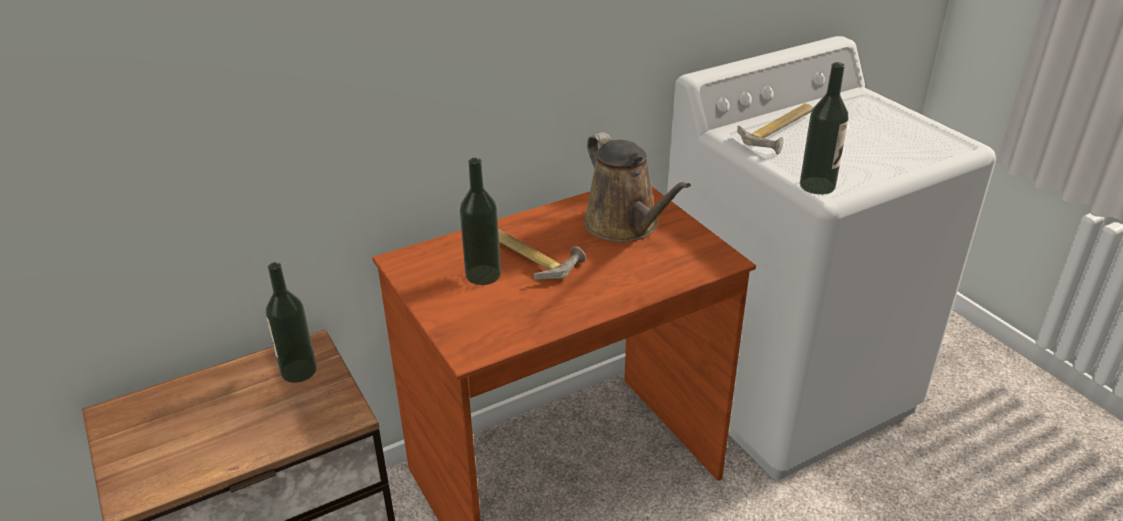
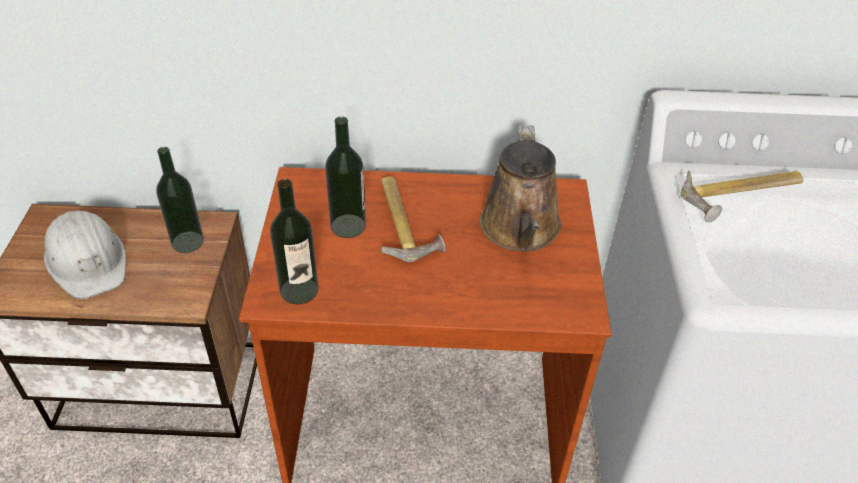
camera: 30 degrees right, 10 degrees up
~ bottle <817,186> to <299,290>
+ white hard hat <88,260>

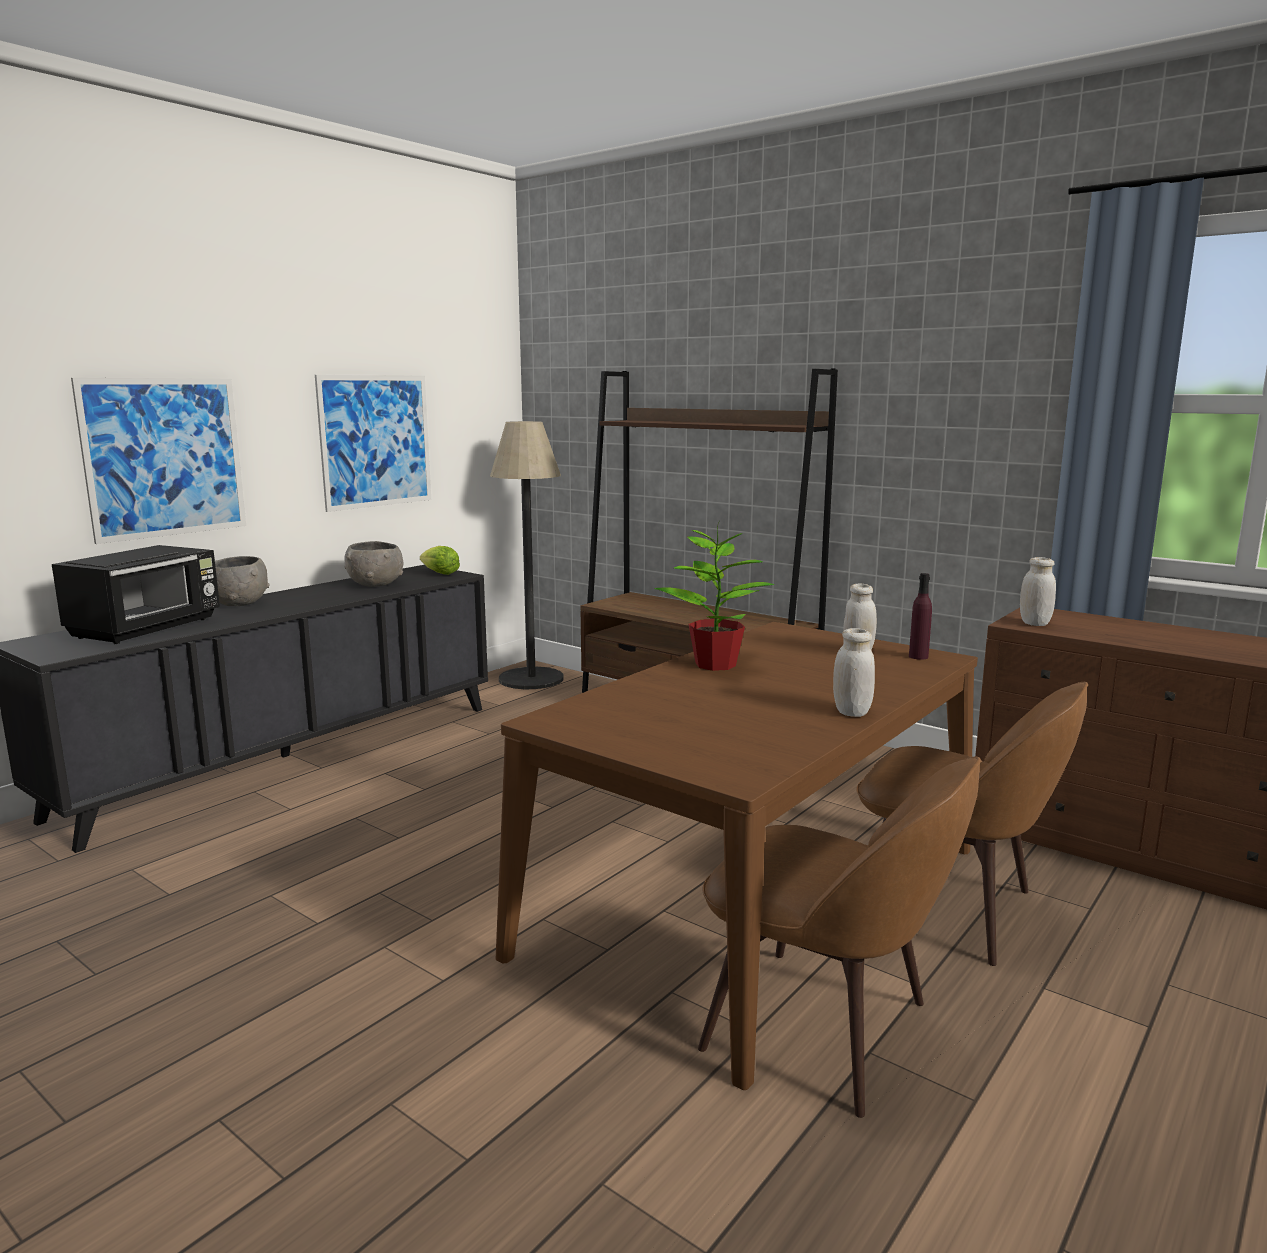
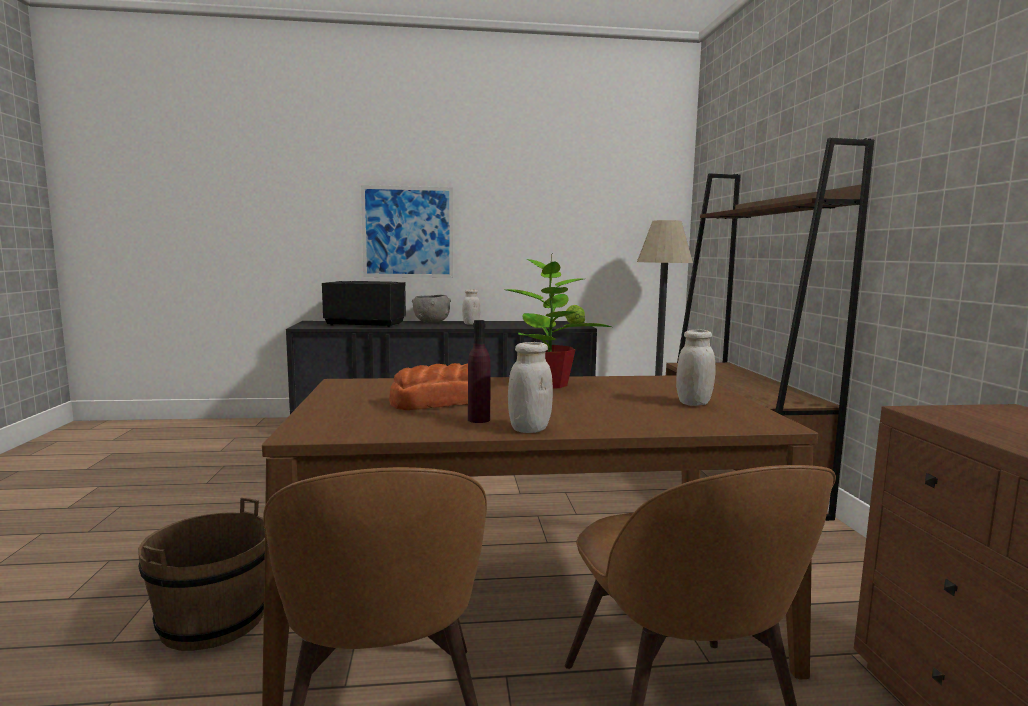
camera: 45 degrees right, 5 degrees down
- wall art <376,441>
- greyish serving bowl <375,584>
~ blackish microwave <148,628> = <365,324> 150 degrees counterclockwise
~ white preserve jar <1034,623> to <471,324>
~ purplish bottle <918,656> to <479,420>
+ bread <437,402>
+ brown-coloured bucket <212,620>

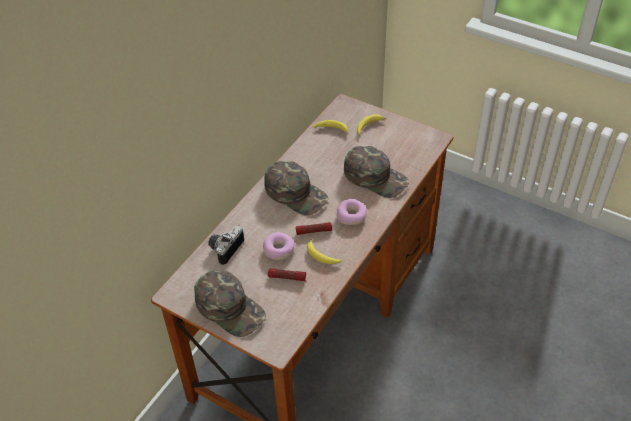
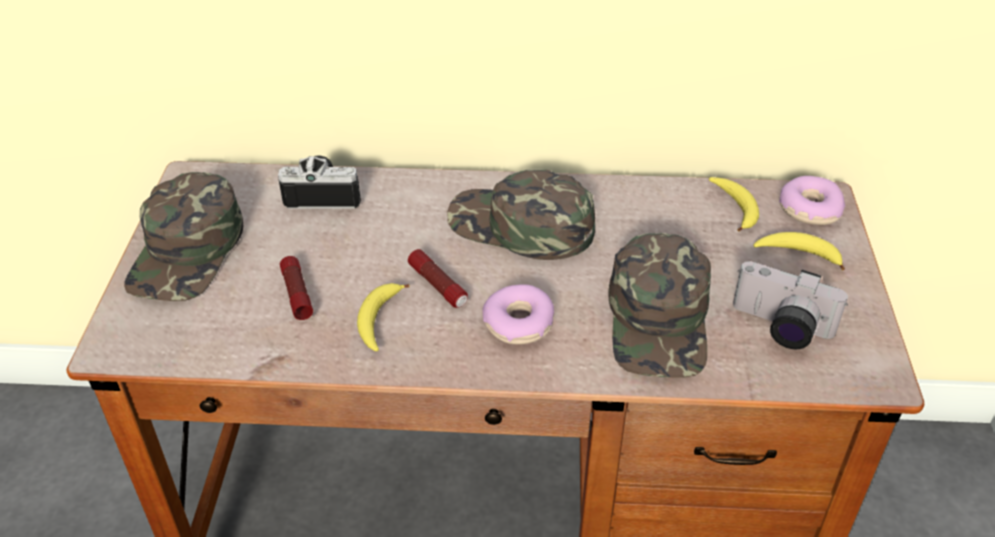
camera: 60 degrees right, 5 degrees down
~ greenish baseball cap <296,193> = <520,226> 105 degrees clockwise
~ ring doughnut <278,250> to <808,209>
+ still camera <779,328>

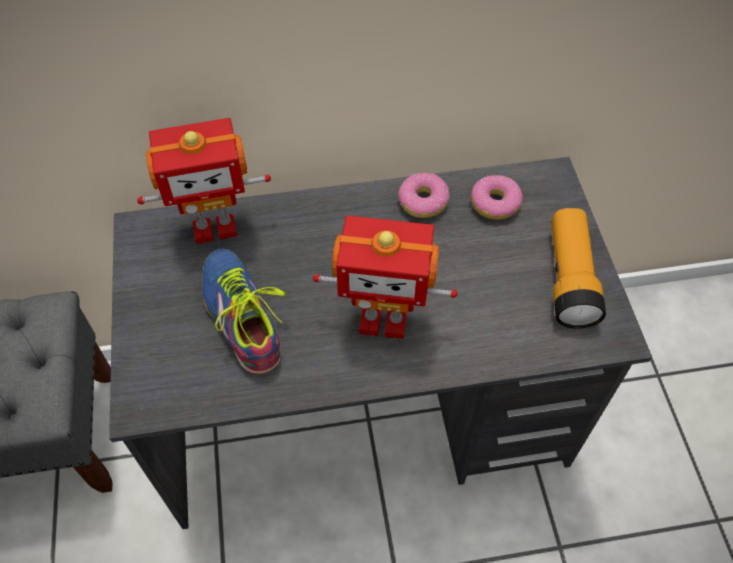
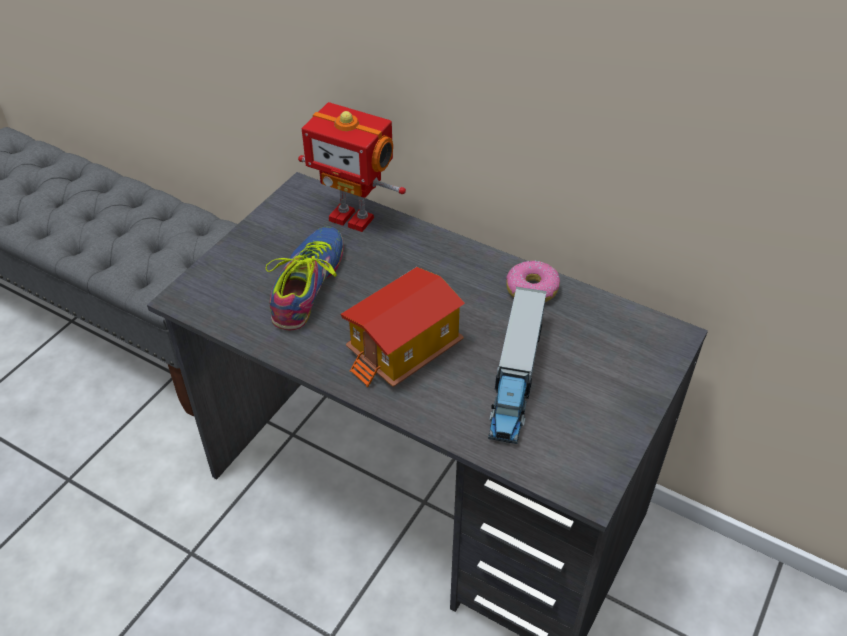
camera: 40 degrees right, 10 degrees down
- ring doughnut <495,204>
- flashlight <569,279>
~ robot figure <383,320> to miniature house <405,351>
+ model truck <515,377>

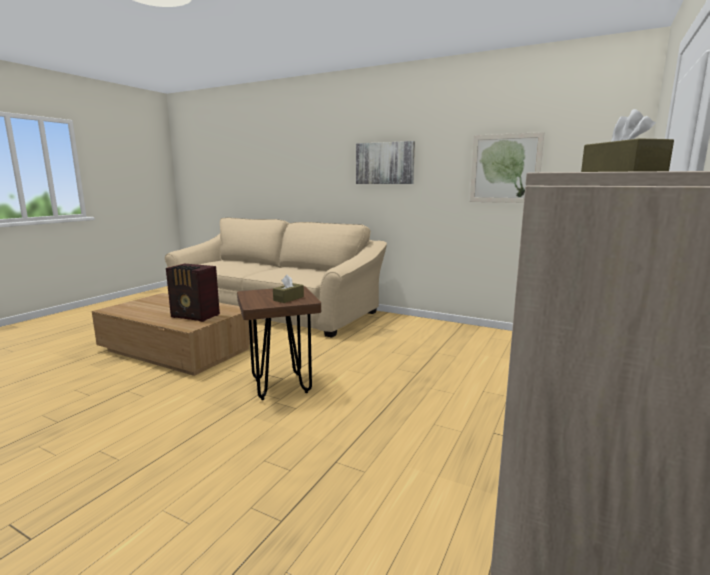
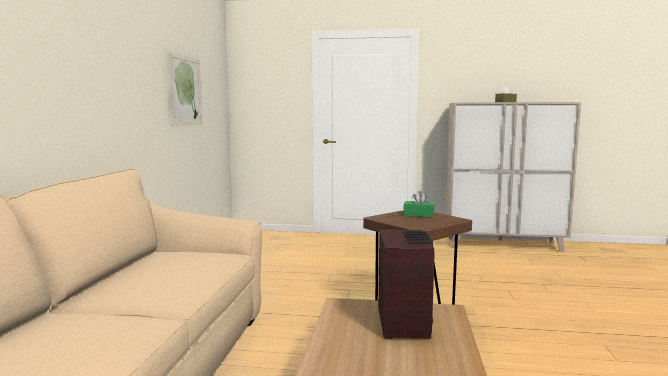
camera: 110 degrees left, 5 degrees down
- wall art <385,163>
~ brown-coloured box of tissues <288,298> to greenish box of tissues <418,215>

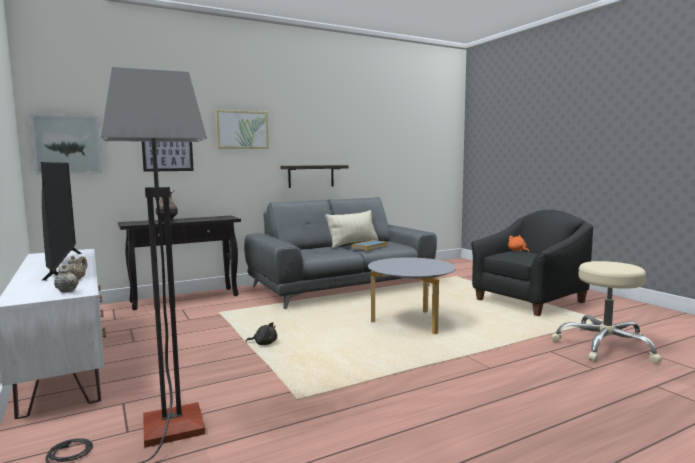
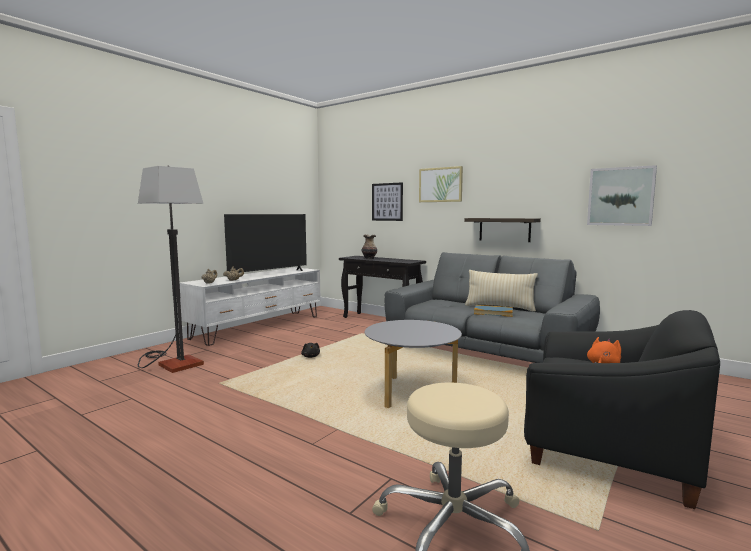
camera: 65 degrees right, 0 degrees up
~ wall art <67,144> to <620,196>

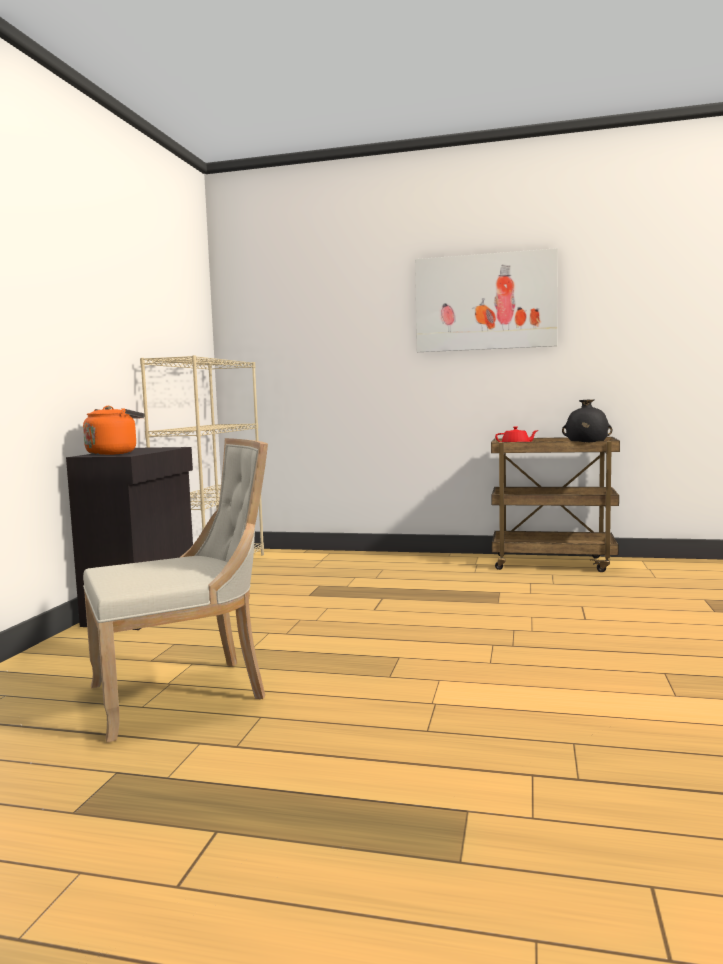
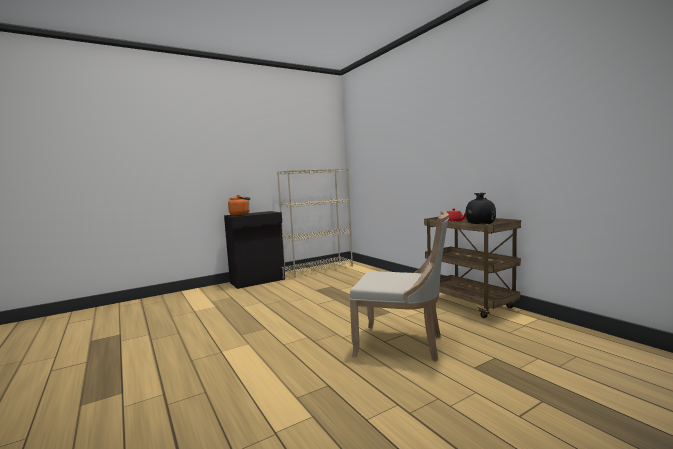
camera: 45 degrees right, 0 degrees up
- wall art <485,302>
~ beige chair <185,694> to <402,344>

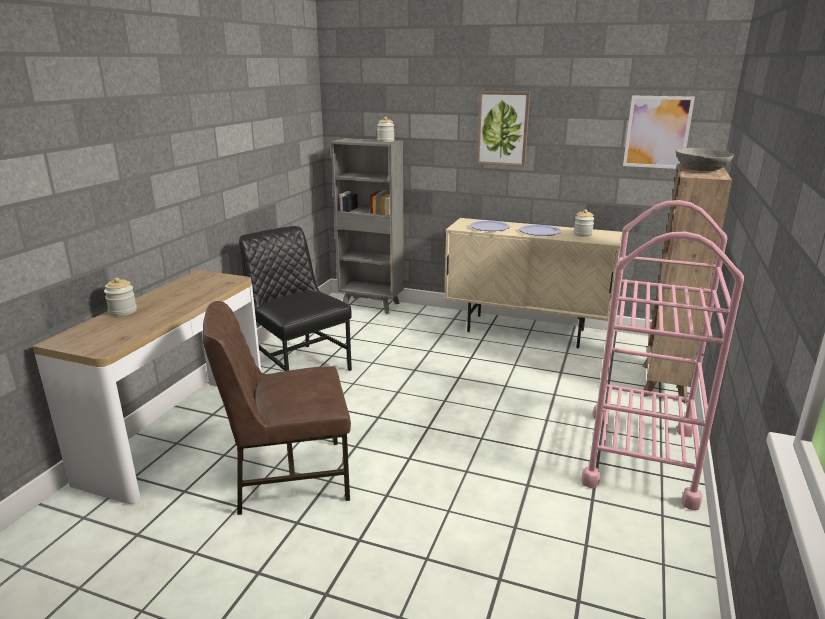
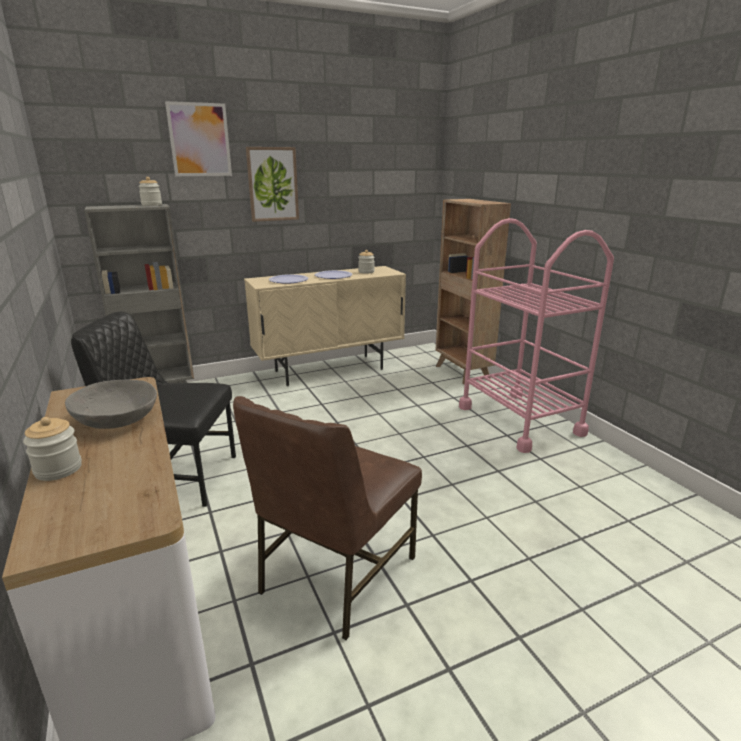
camera: 45 degrees left, 0 degrees up
~ wall art <657,132> to <199,140>
~ greyish serving bowl <701,169> to <116,420>

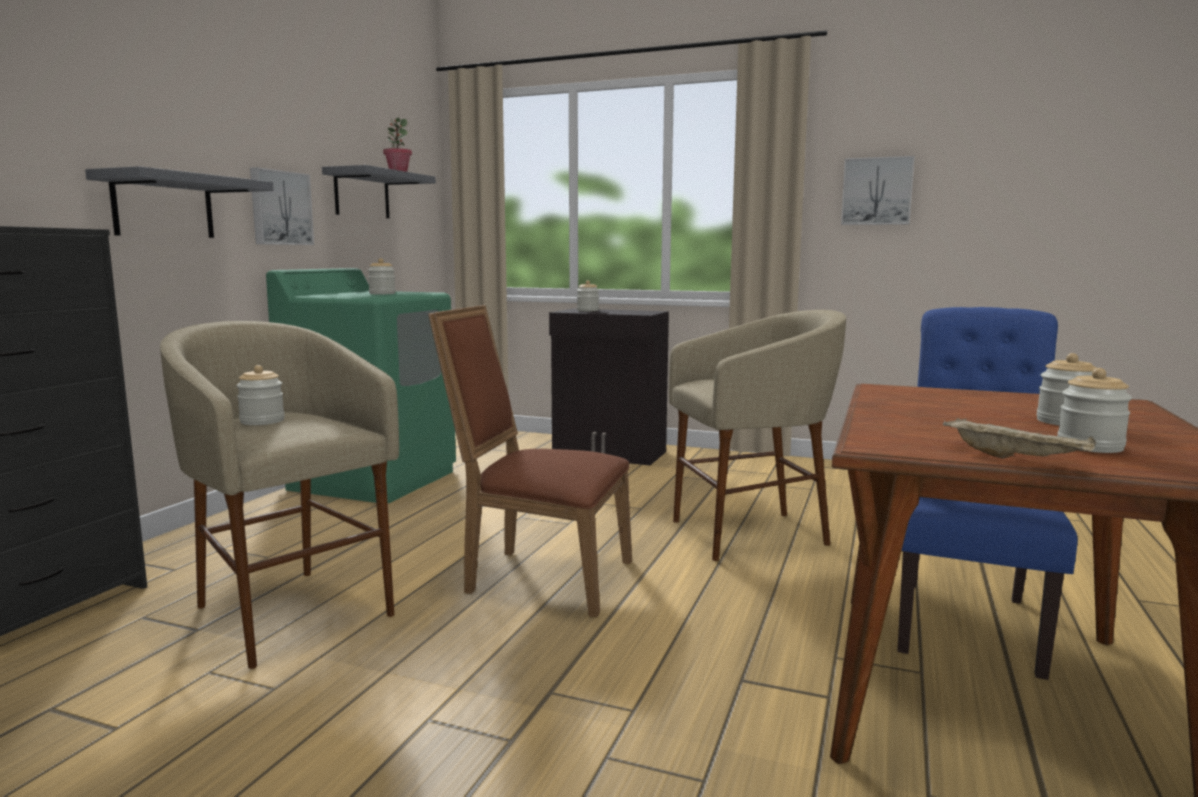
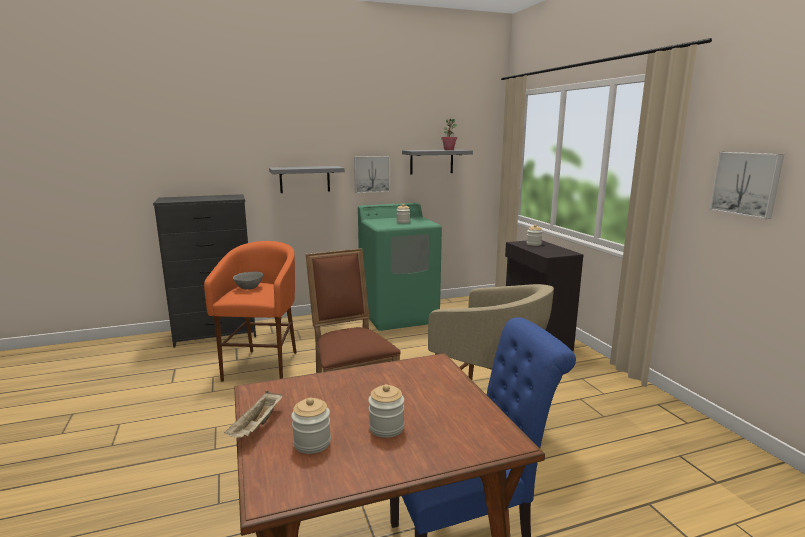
camera: 50 degrees right, 5 degrees up
~ beige stool seat <289,613> to orangey stool seat <263,366>
~ preserve jar <262,421> to greyish serving bowl <248,287>

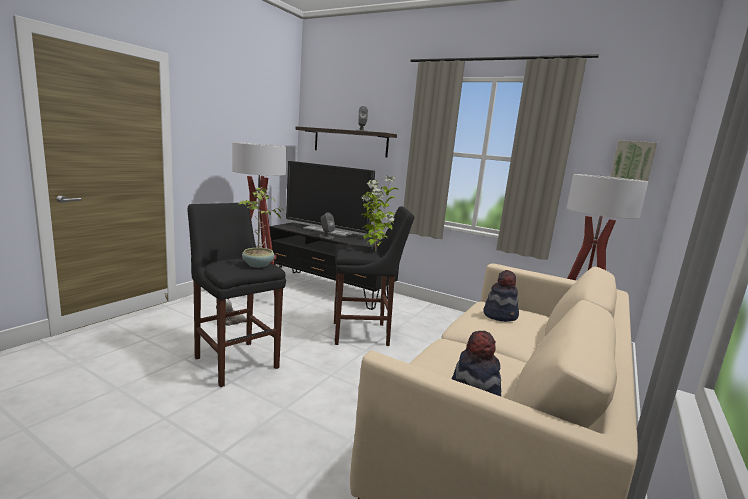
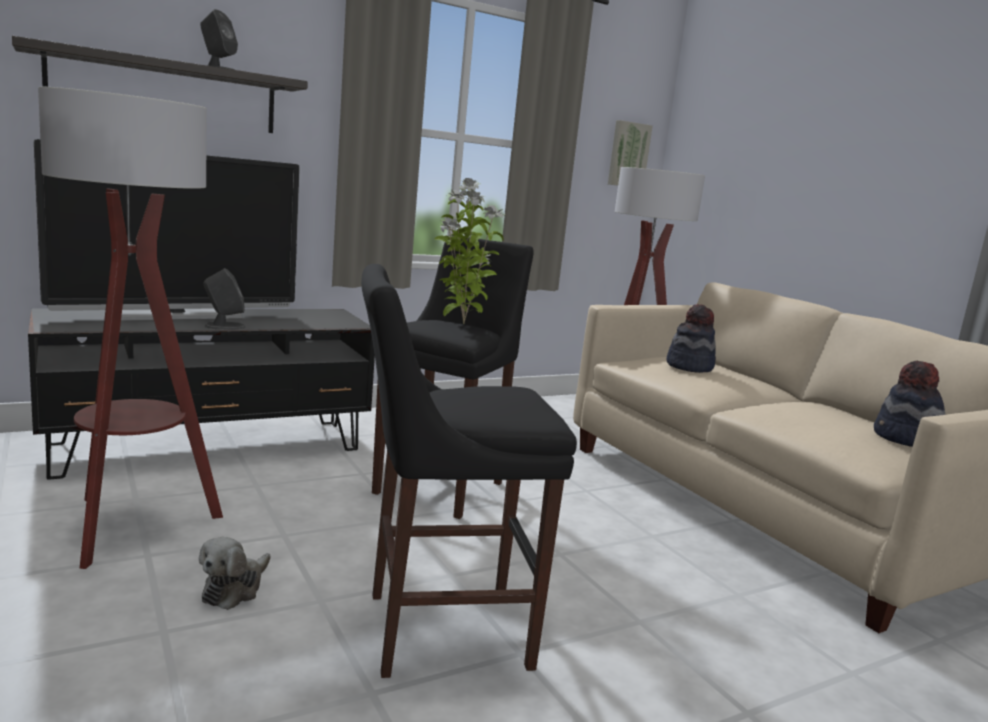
camera: 60 degrees left, 0 degrees up
- potted plant <258,265>

